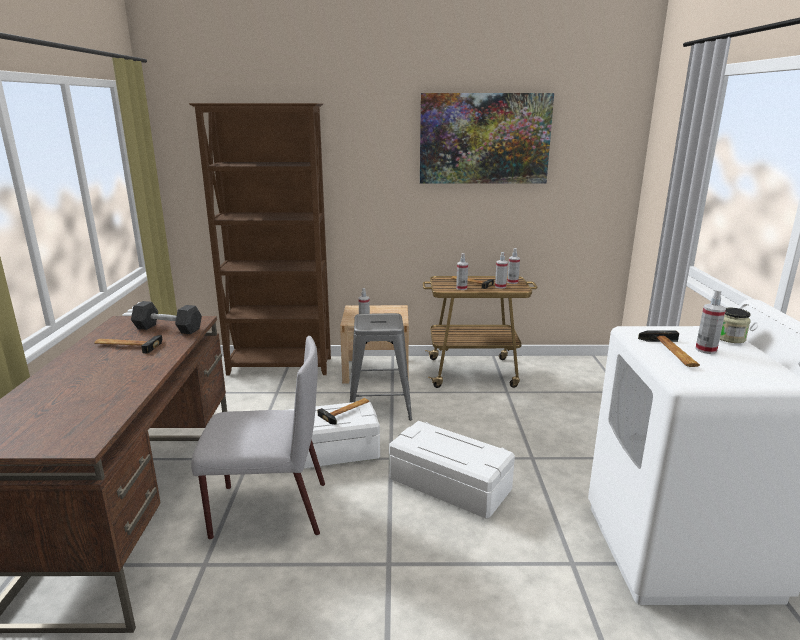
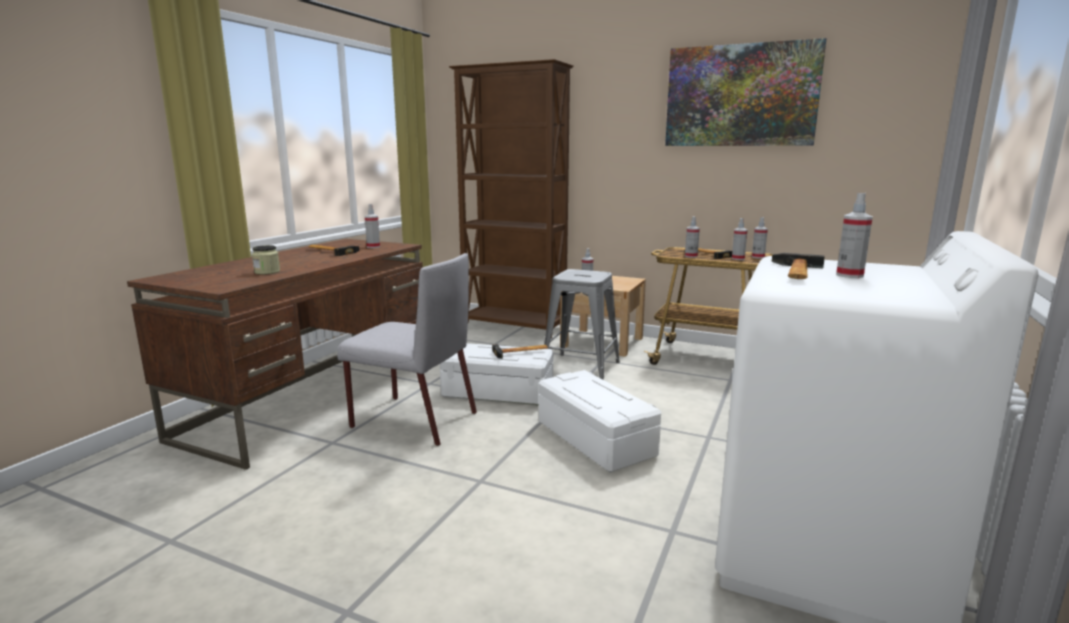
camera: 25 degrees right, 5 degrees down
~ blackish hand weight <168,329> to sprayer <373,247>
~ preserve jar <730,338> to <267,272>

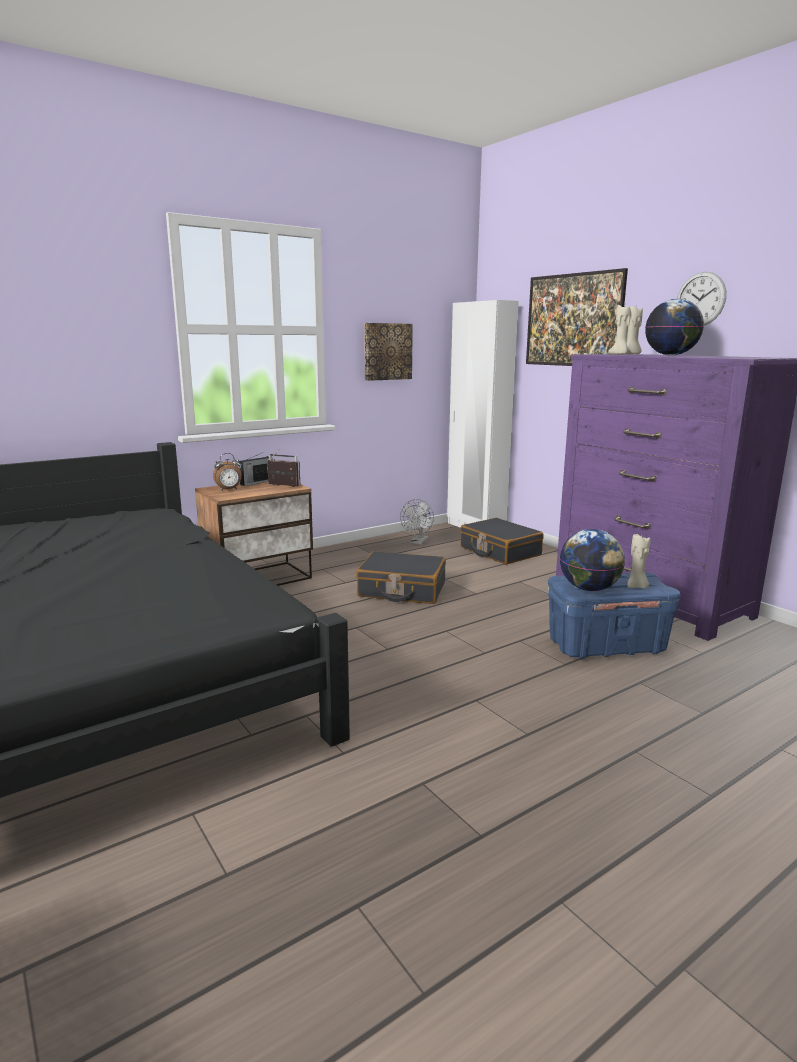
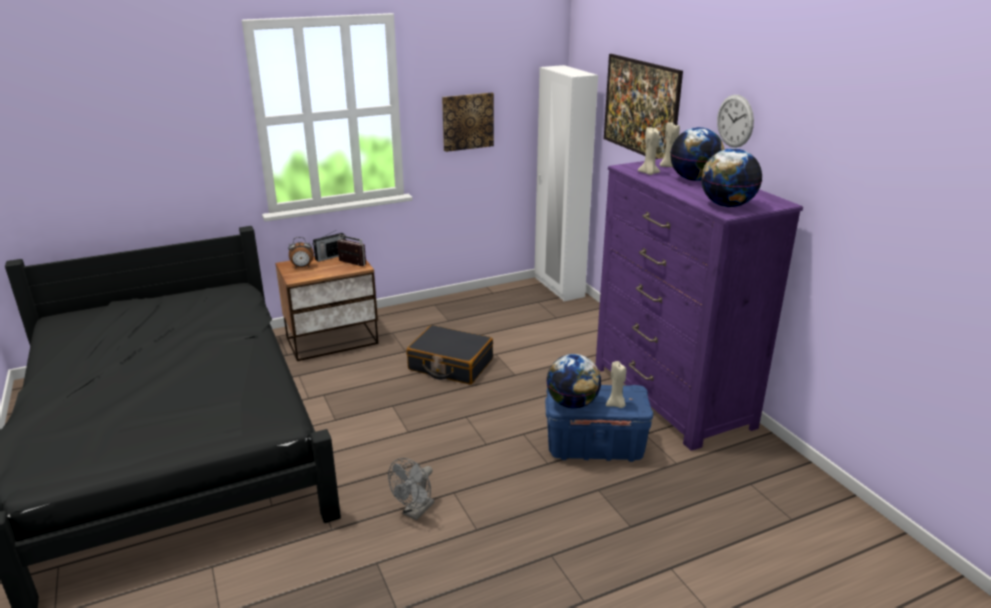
camera: 10 degrees right, 10 degrees up
~ greyish electric fan <418,542> to <415,512>
- blackish piece of luggage <499,551>
+ world globe <727,205>

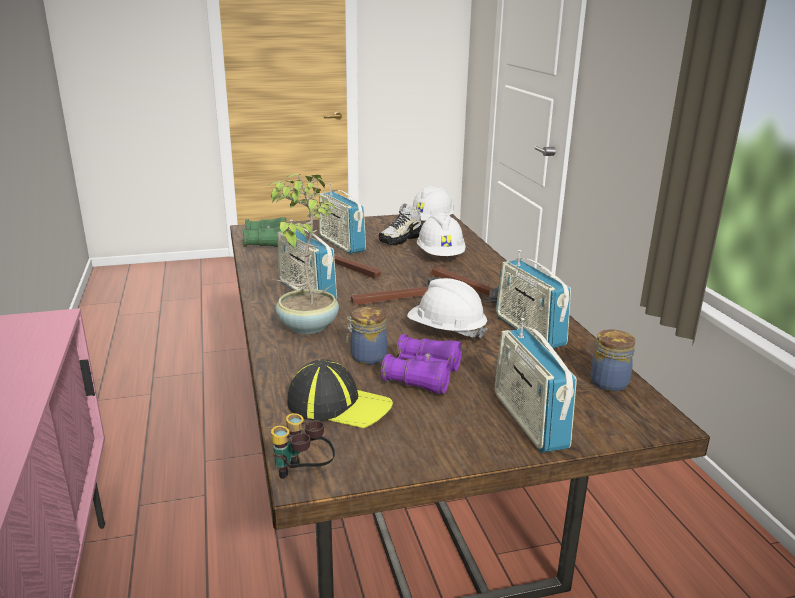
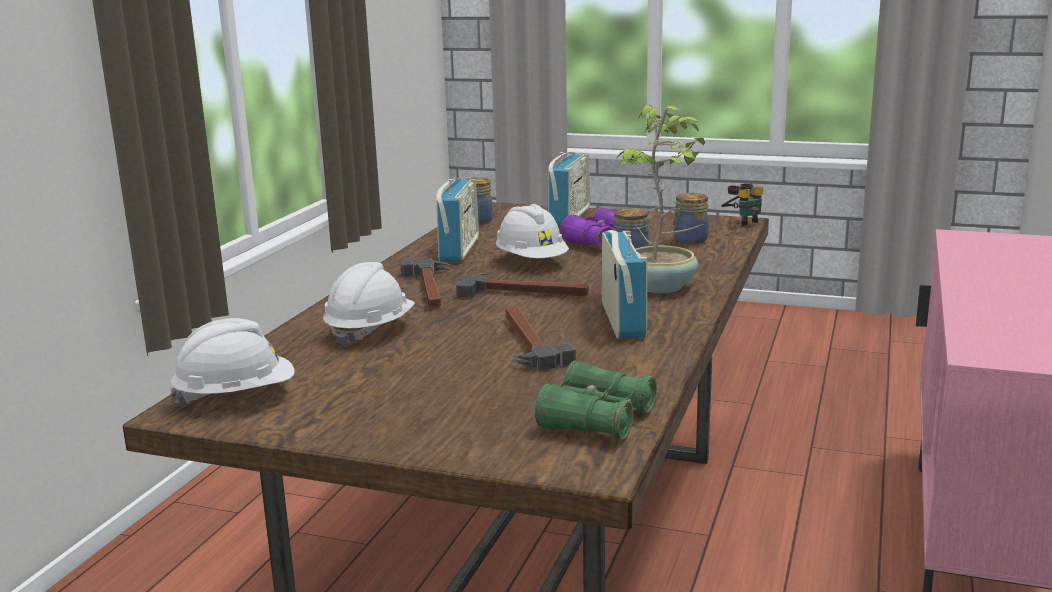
camera: 145 degrees left, 5 degrees down
- radio set <341,244>
- item of footwear <400,239>
~ baseball cap <339,405> to preserve jar <689,240>

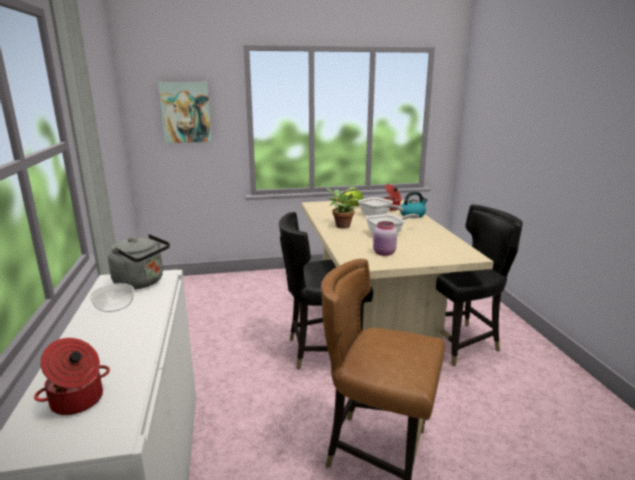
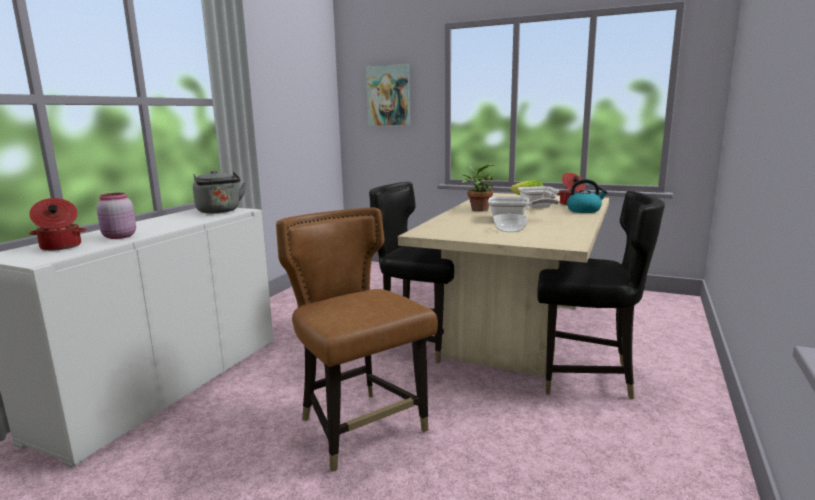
camera: 35 degrees right, 5 degrees down
~ pinkish preserve jar <384,253> to <118,237>
~ serving bowl <114,306> to <510,230>

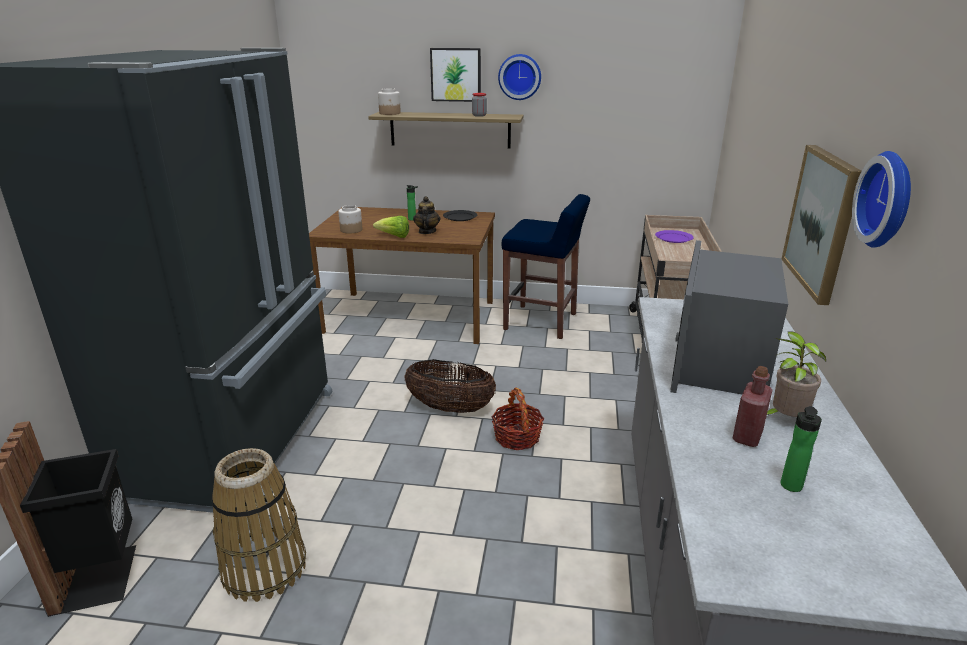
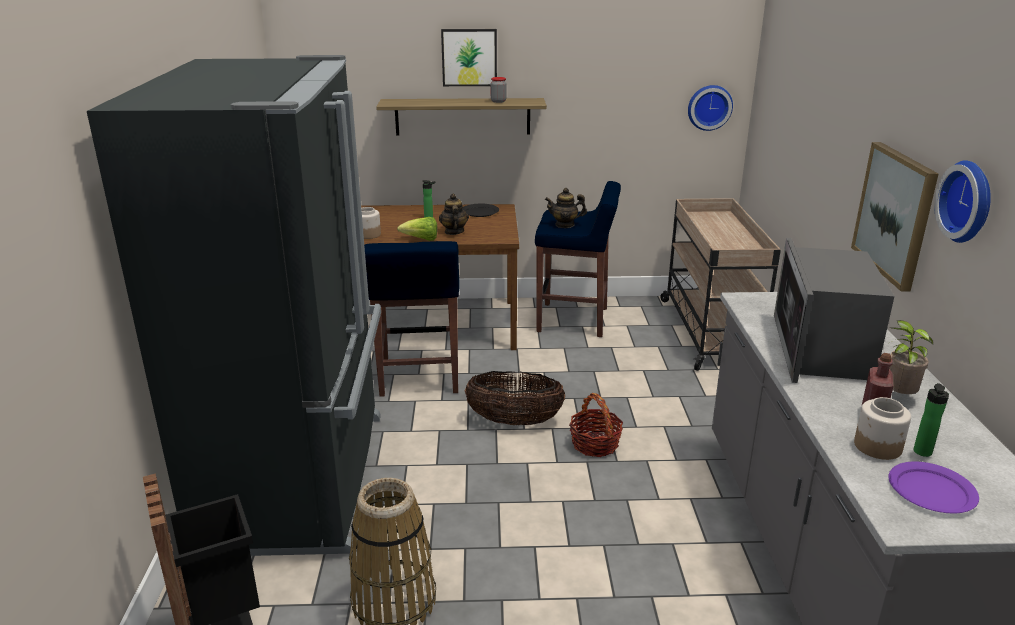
camera: 10 degrees left, 0 degrees up
~ wall clock <520,77> to <709,107>
~ preserve jar <390,113> to <878,446>
~ purplish dinner plate <673,238> to <931,490>
+ teapot <565,225>
+ bluish stool seat <419,377>

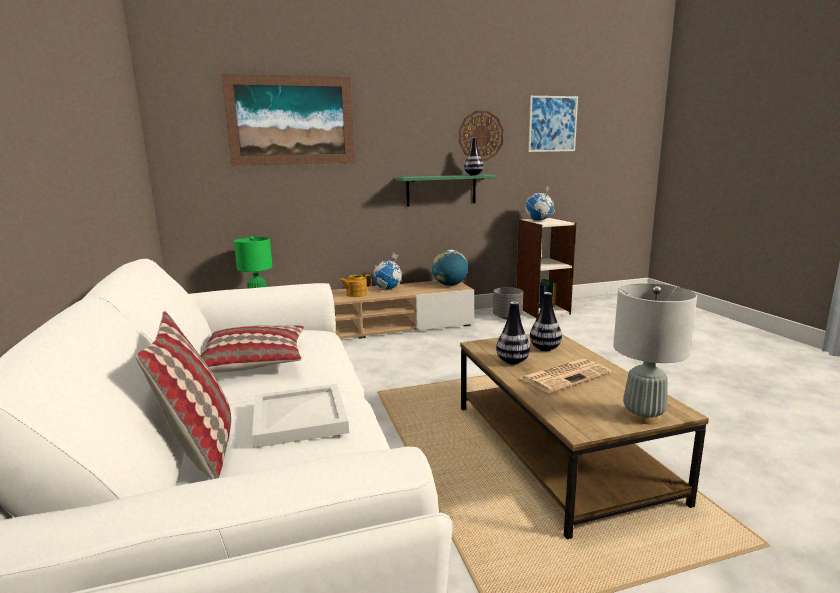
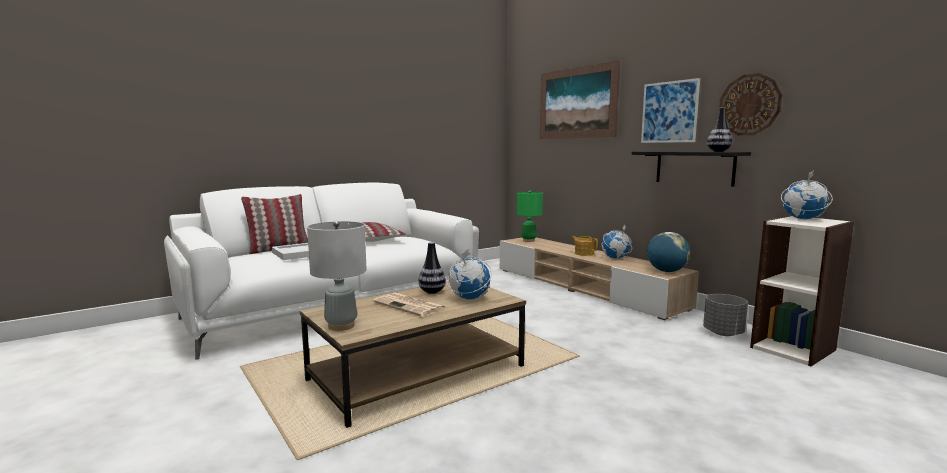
camera: 70 degrees right, 5 degrees down
~ wall art <552,124> to <669,112>
~ greenish shelf <441,190> to blackish shelf <694,167>
~ vase <544,348> to world globe <469,298>

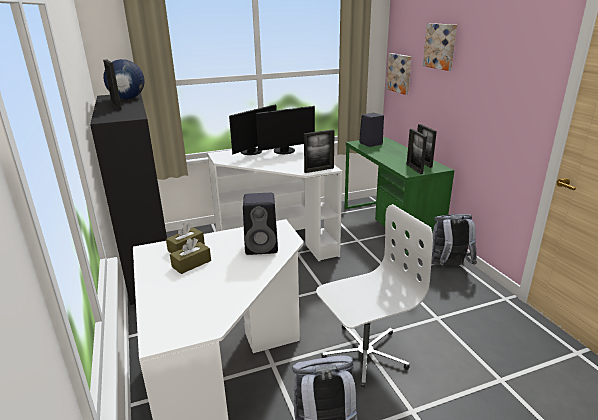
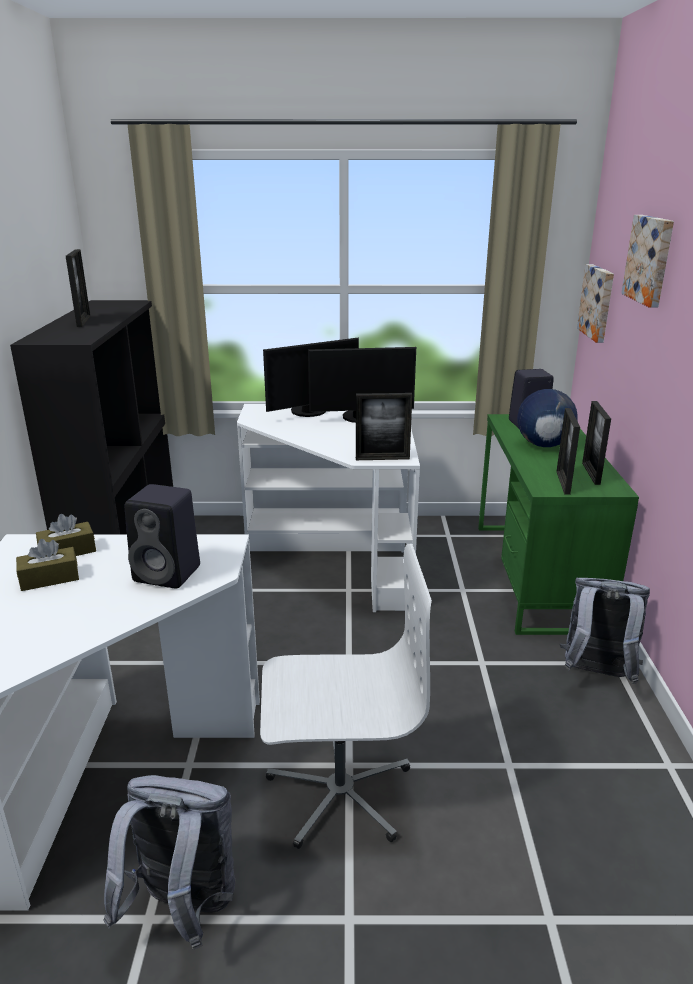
camera: 20 degrees right, 0 degrees up
~ world globe <127,98> to <543,445>

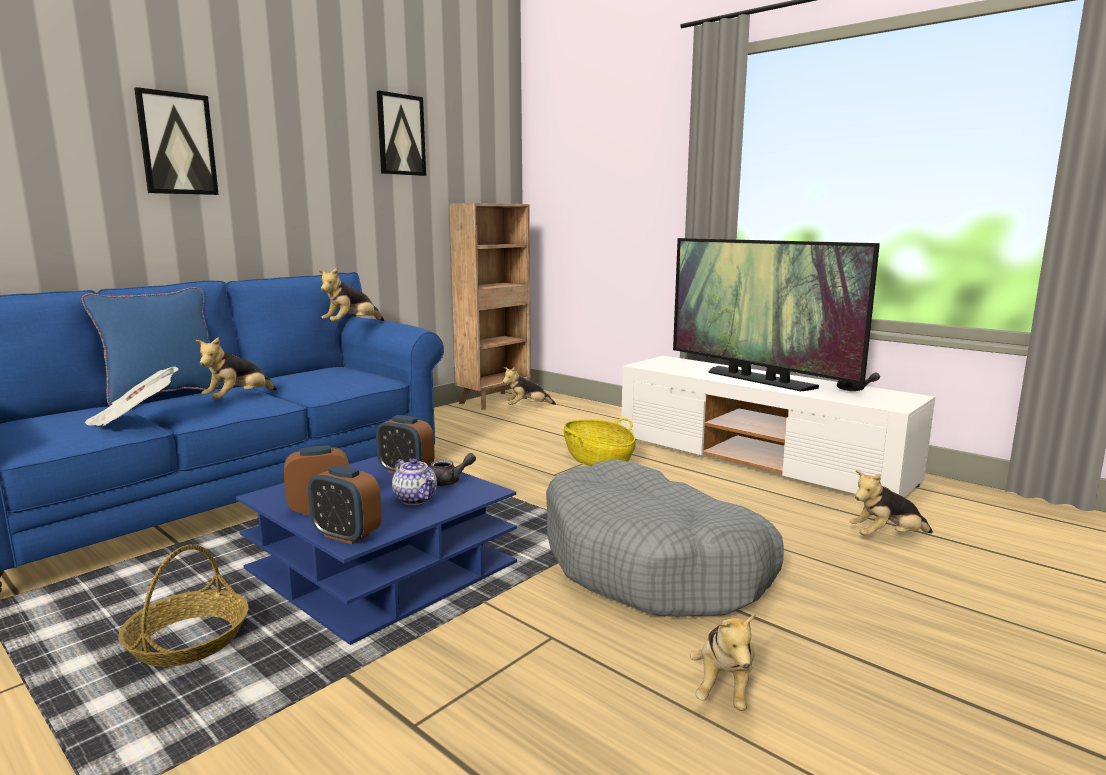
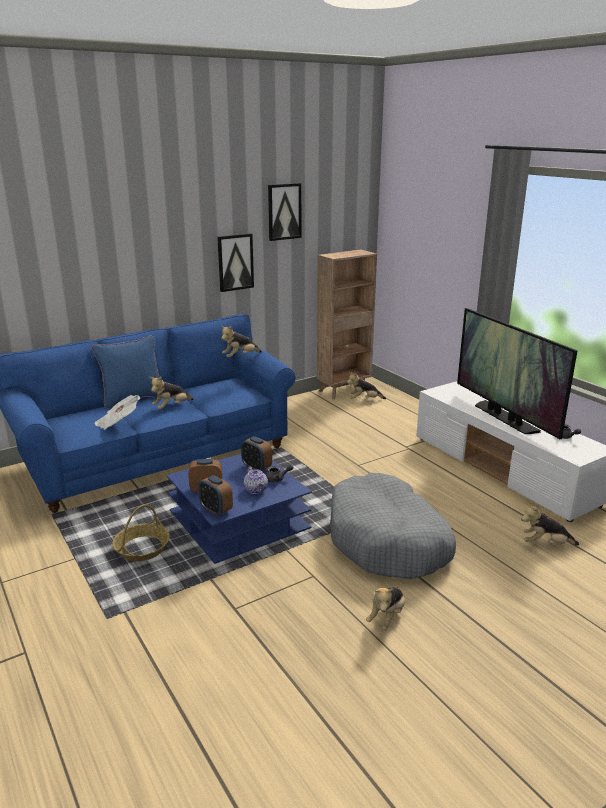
camera: 15 degrees right, 10 degrees up
~ wall art <177,144> to <235,262>
- storage basket <598,460>

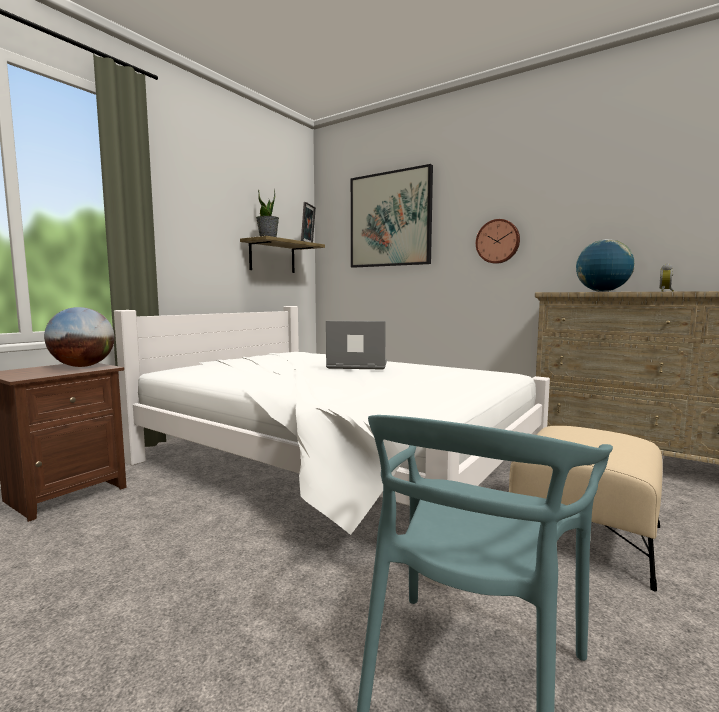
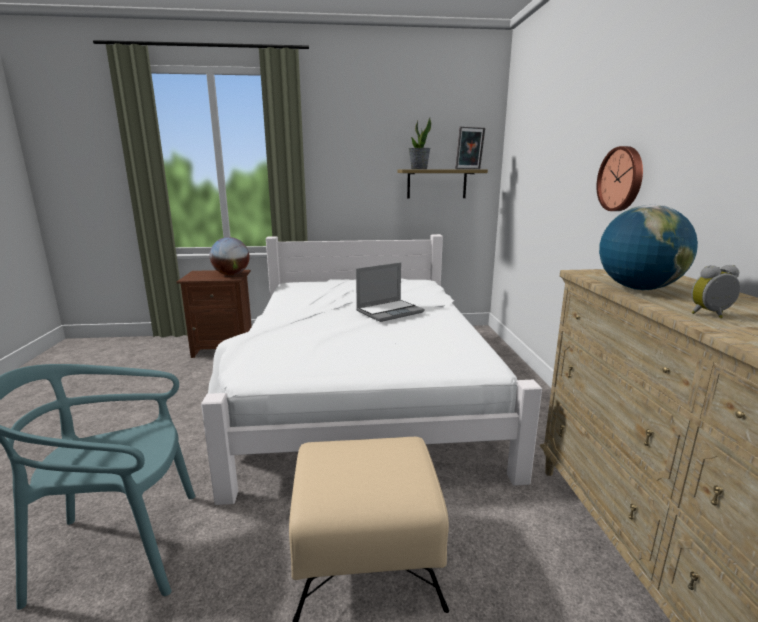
camera: 50 degrees right, 10 degrees up
- wall art <390,219>
~ laptop <356,366> = <390,311> 90 degrees clockwise

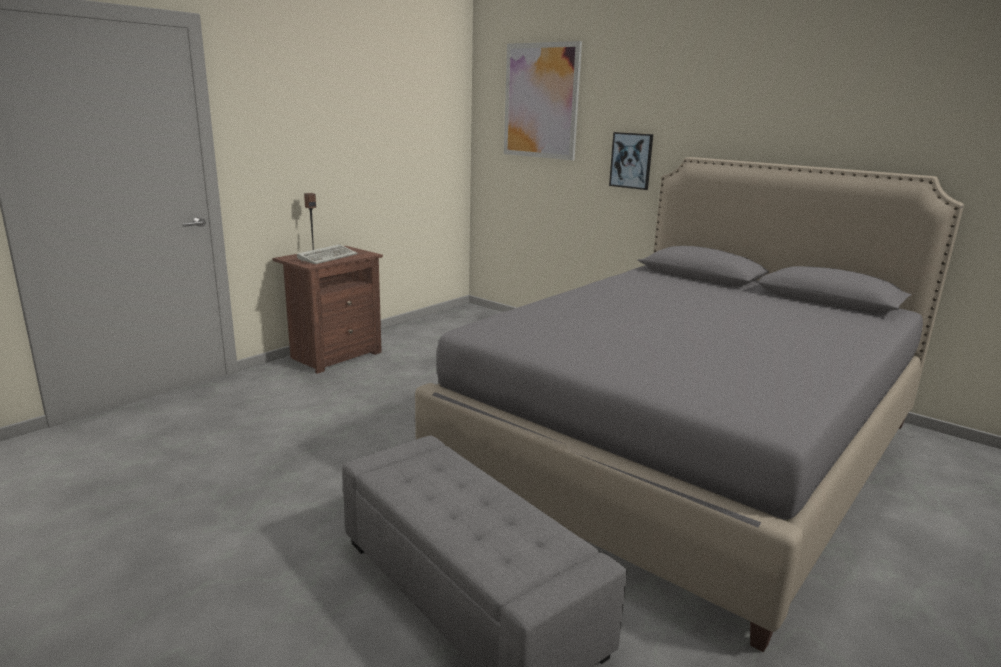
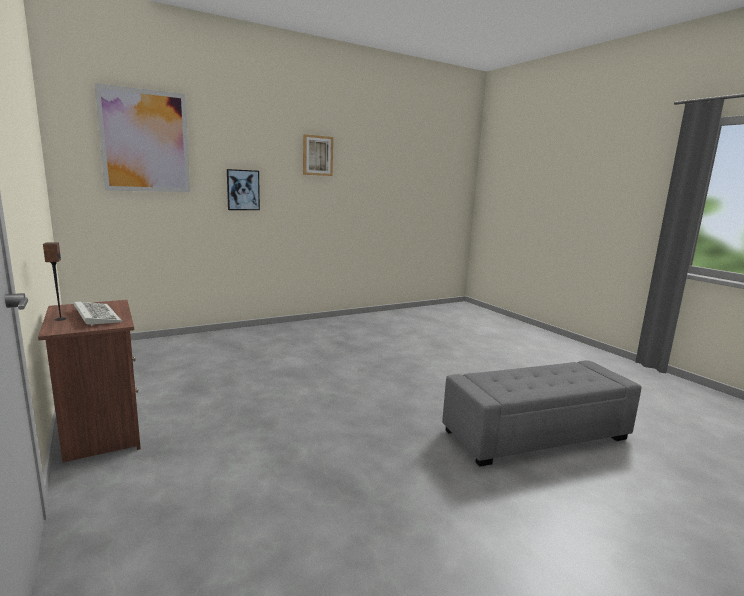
camera: 70 degrees left, 5 degrees down
- greyish bedroom bed <685,449>
+ wall art <317,155>

